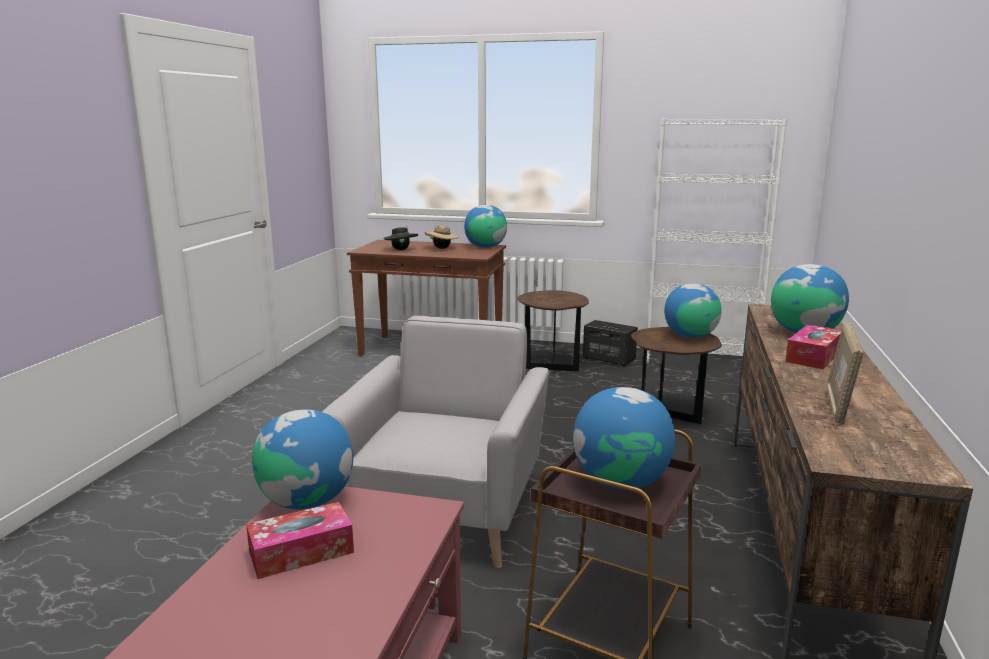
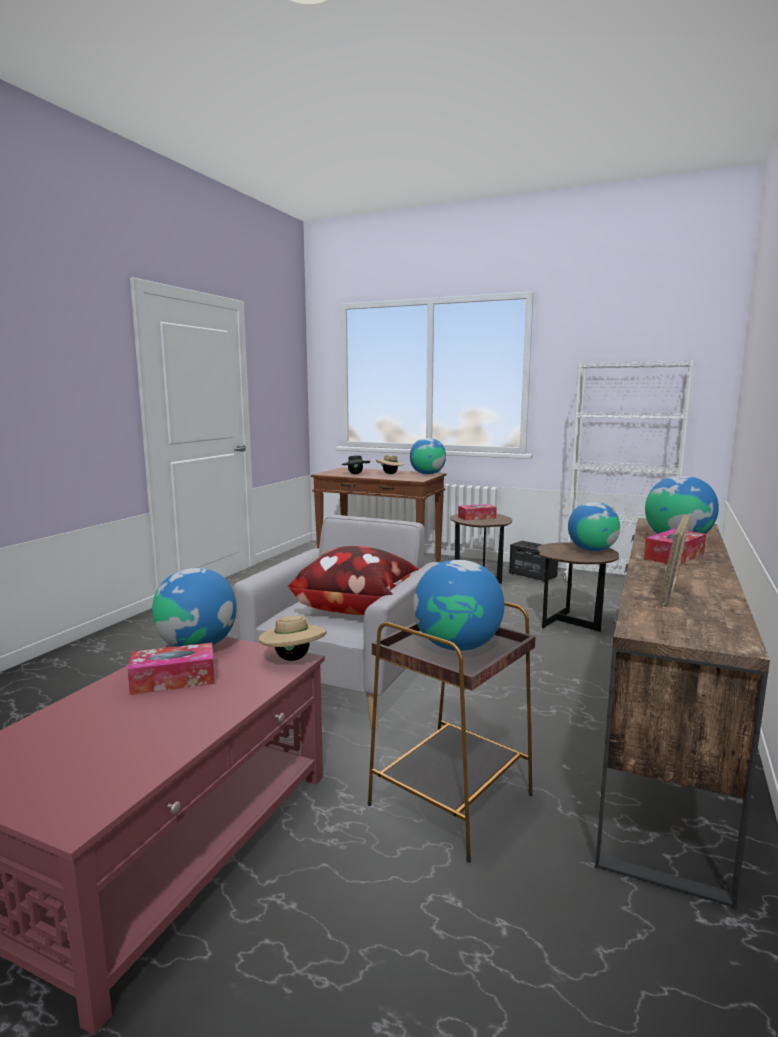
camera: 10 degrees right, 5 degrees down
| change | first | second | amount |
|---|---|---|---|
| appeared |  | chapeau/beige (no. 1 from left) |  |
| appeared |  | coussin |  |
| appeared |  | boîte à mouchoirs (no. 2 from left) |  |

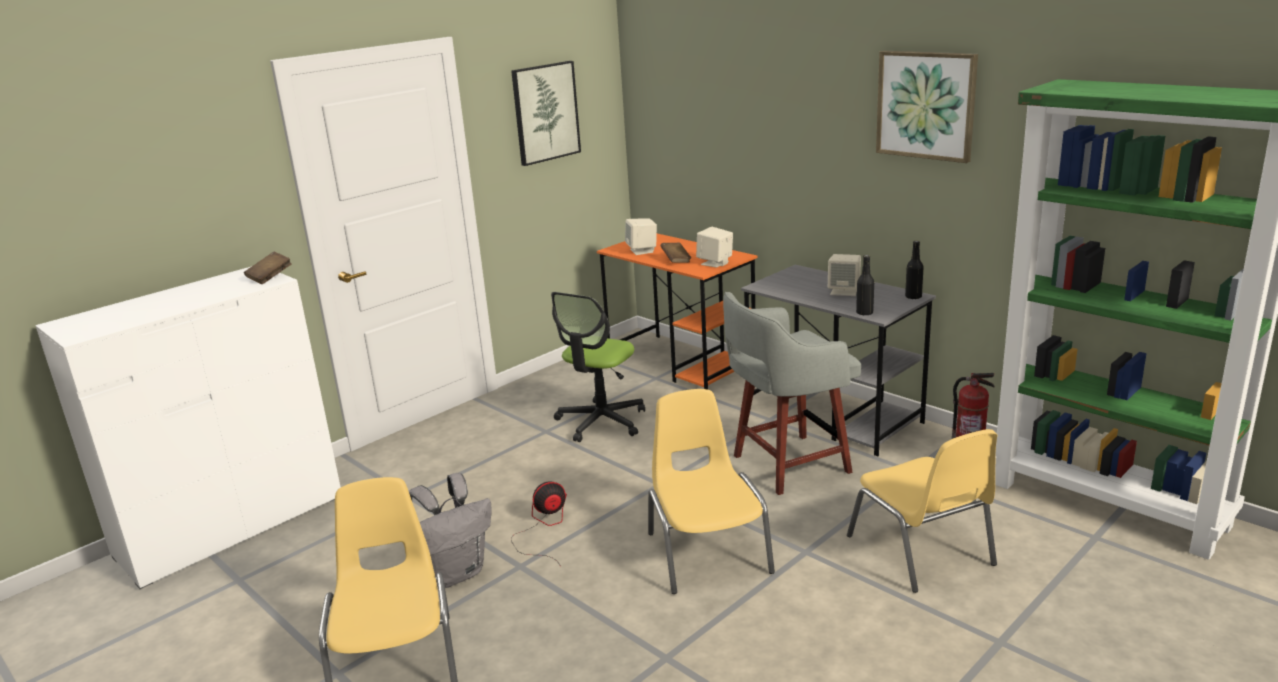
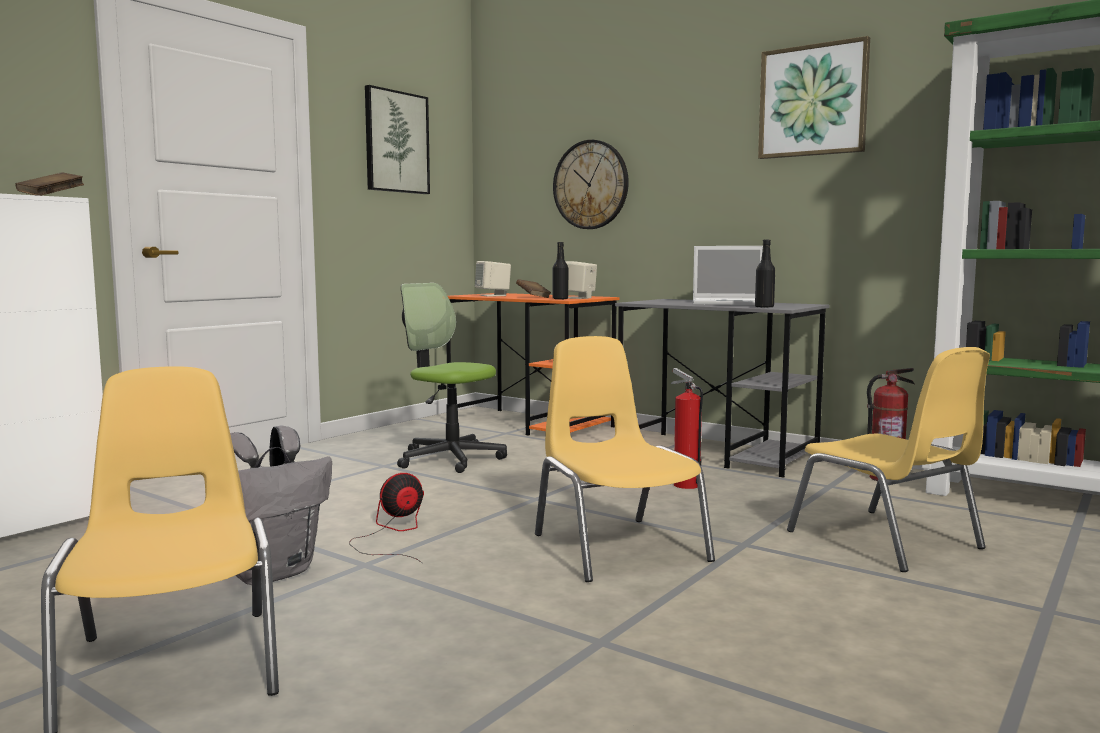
camera: 10 degrees left, 15 degrees down
| change | first | second | amount |
|---|---|---|---|
| appeared |  | horloge murale |  |
| relocated | bouteille/noir (no. 2 from left in the first image) | bouteille/noir (no. 1 from left) |  |
| exchanged | tabouret/gris | extincteur (no. 1 from left) |  |
| exchanged | enceinte/beige (no. 3 from left) | ordinateur portable |  |
| spun | chaise de bureau |  | 105 degrees clockwise |

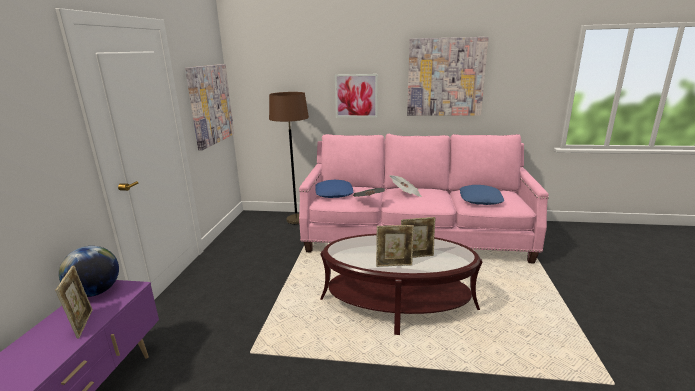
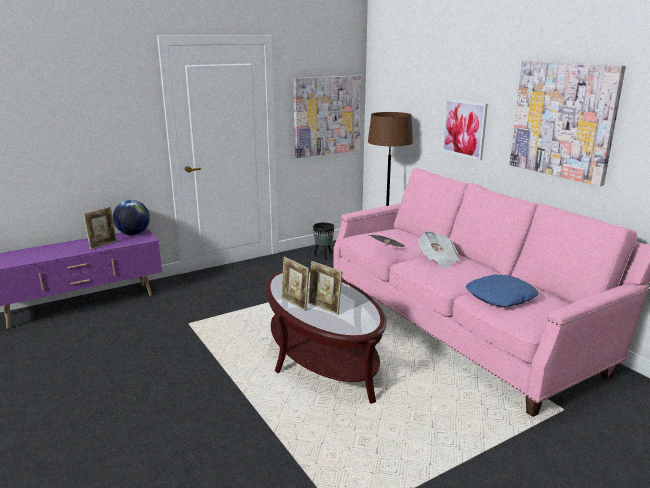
camera: 50 degrees right, 0 degrees up
| change | first | second | amount |
|---|---|---|---|
| missing | coussin/bleu (no. 1 from left) |  |  |
| appeared |  | cache-pot/noir |  |

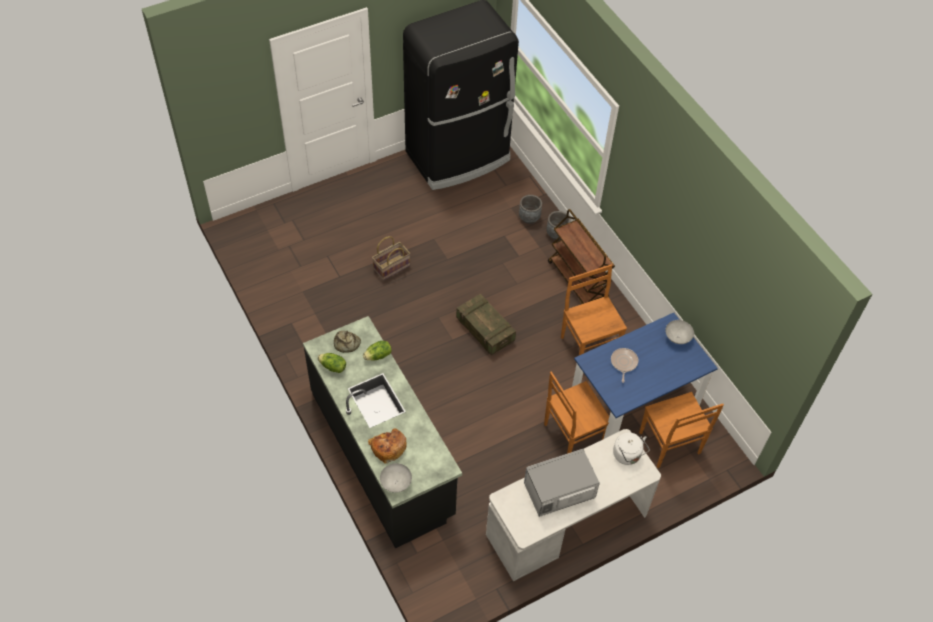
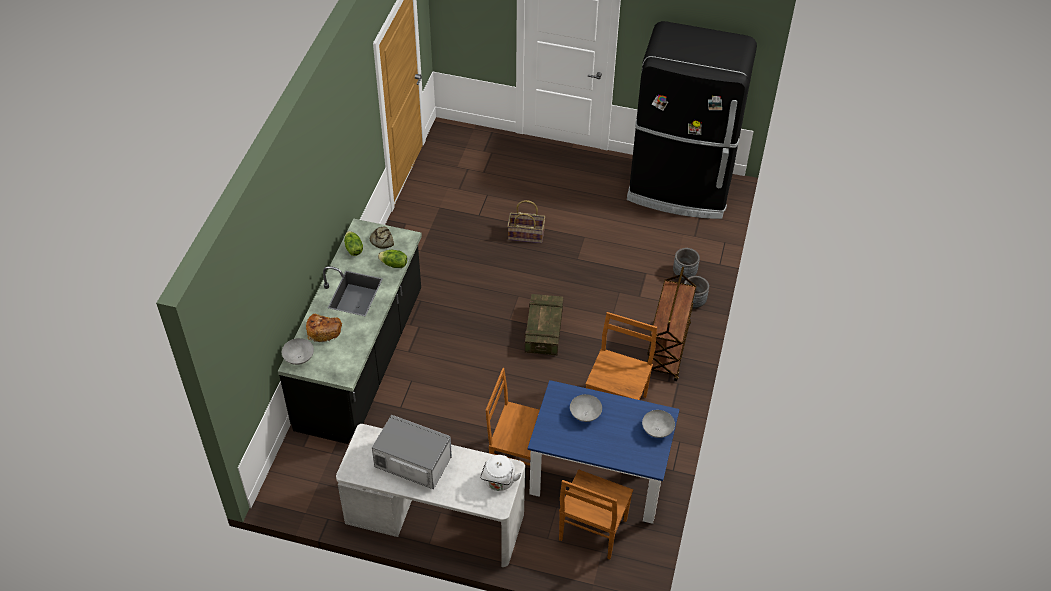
camera: 45 degrees right, 5 degrees down
| change | first | second | amount |
|---|---|---|---|
| exchanged | poêle | bol/gris (no. 2 from left) |  |

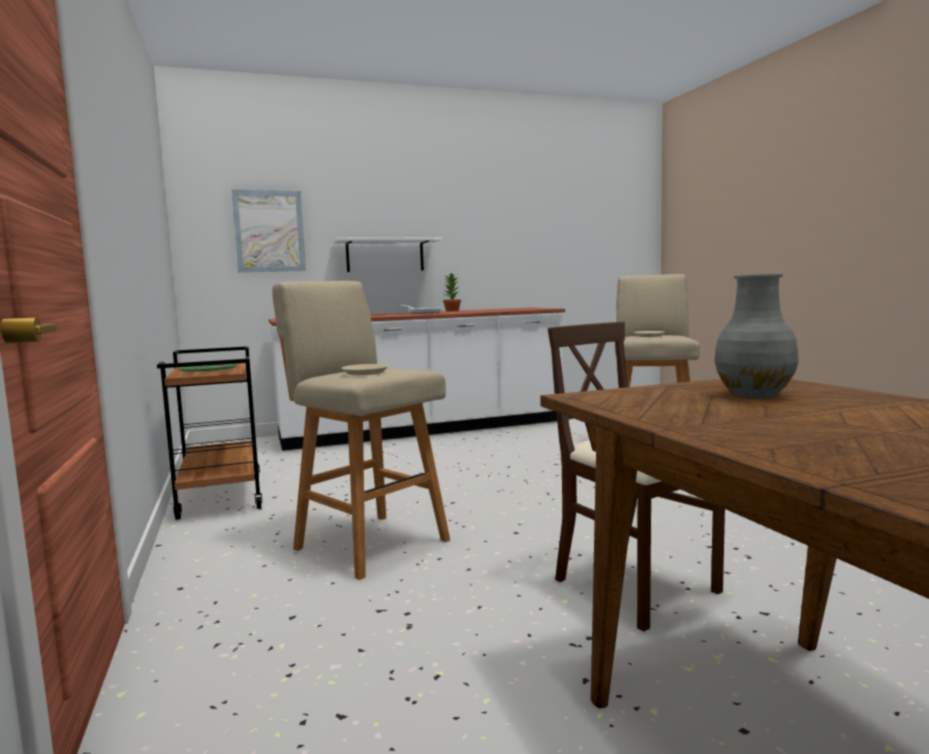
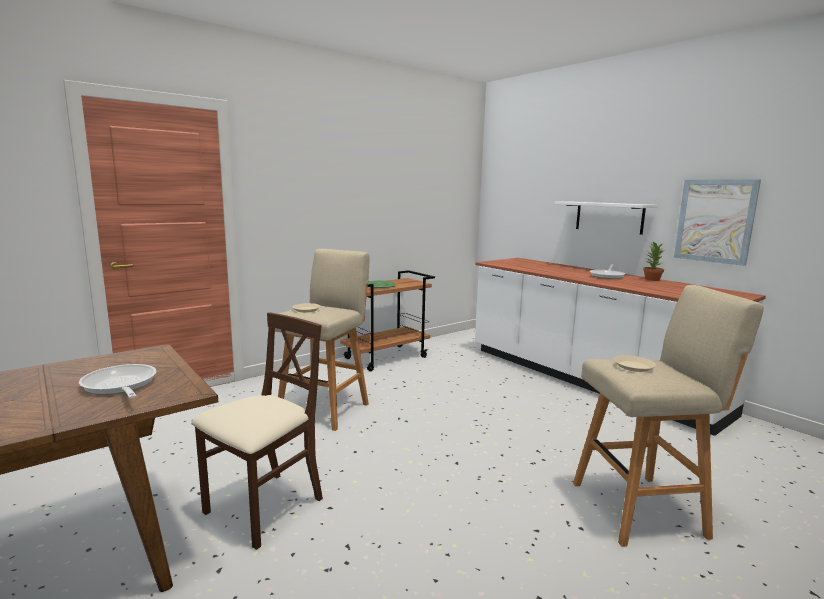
camera: 70 degrees right, 5 degrees up
| change | first | second | amount |
|---|---|---|---|
| relocated | tableau |  |  |
| exchanged | vase/gris | poêle (no. 1 from left) |  |

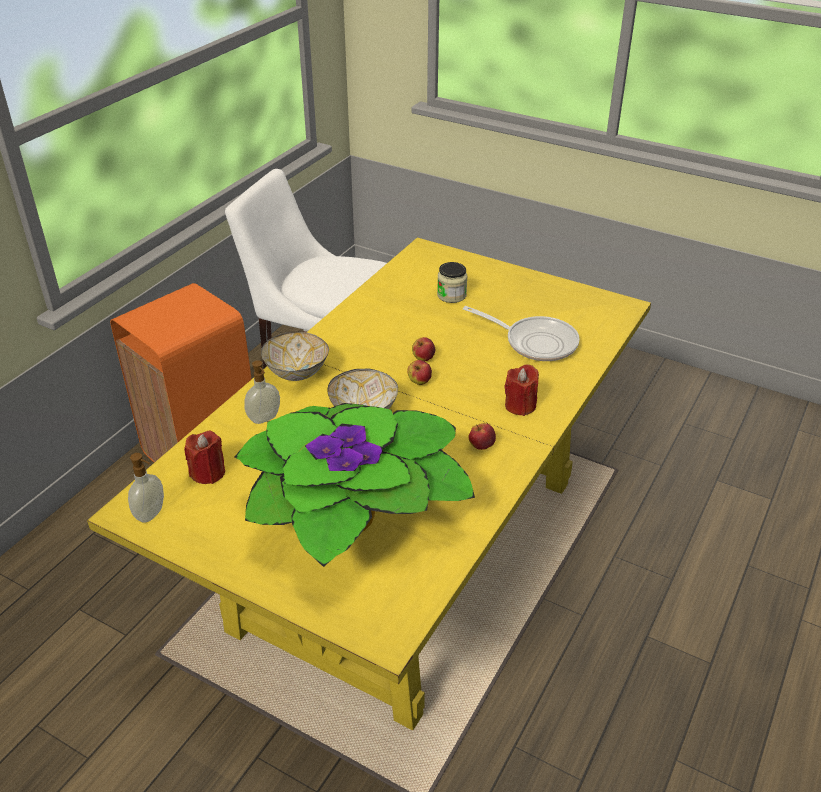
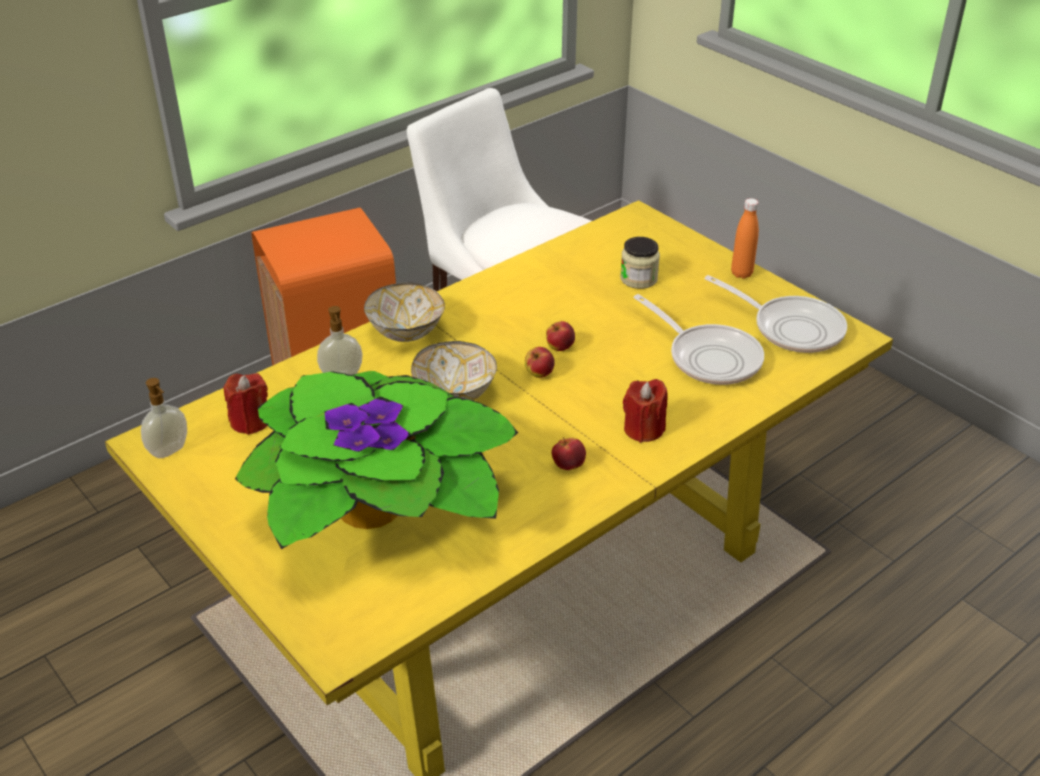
camera: 20 degrees right, 0 degrees up
| change | first | second | amount |
|---|---|---|---|
| appeared |  | poêle (no. 2 from left) |  |
| appeared |  | bouteille/orange |  |

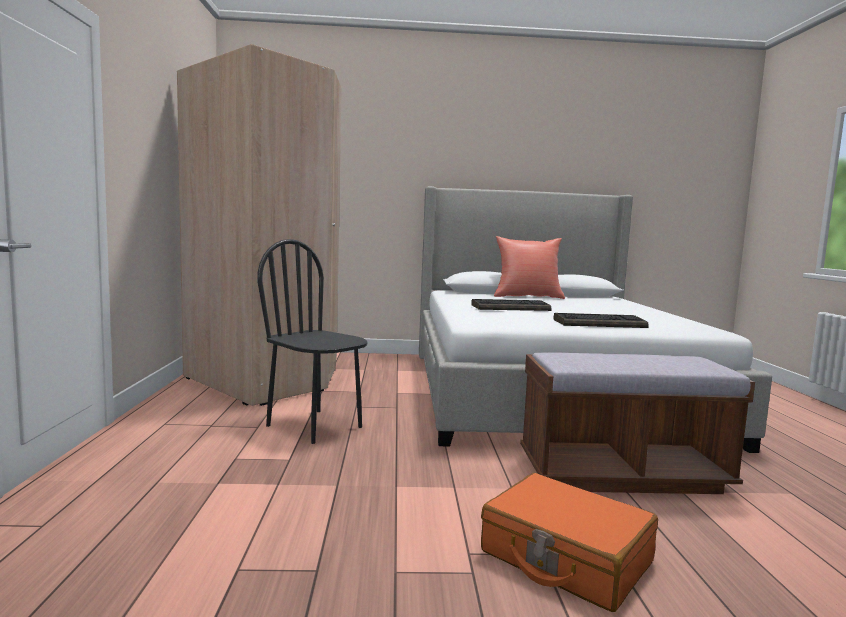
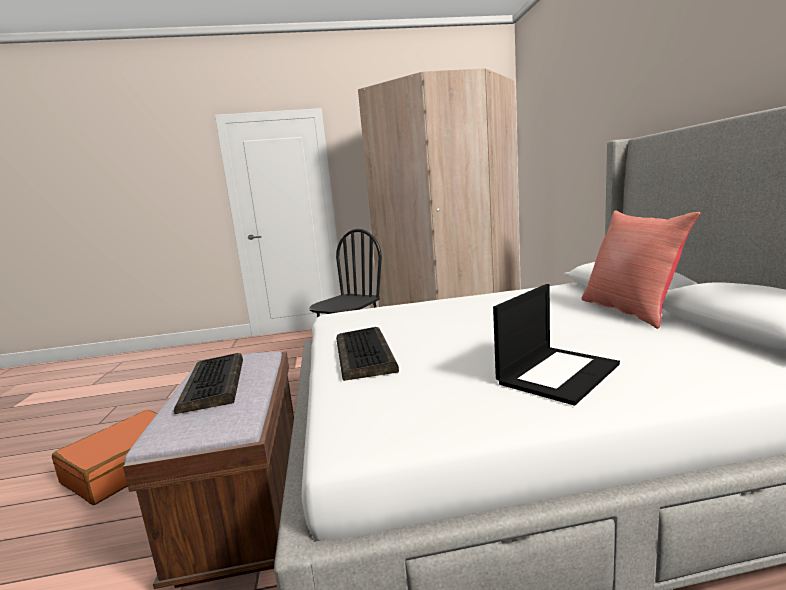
camera: 85 degrees right, 5 degrees up
| change | first | second | amount |
|---|---|---|---|
| appeared |  | ordinateur portable |  |
| relocated | clavier (no. 1 from left) |  |  |

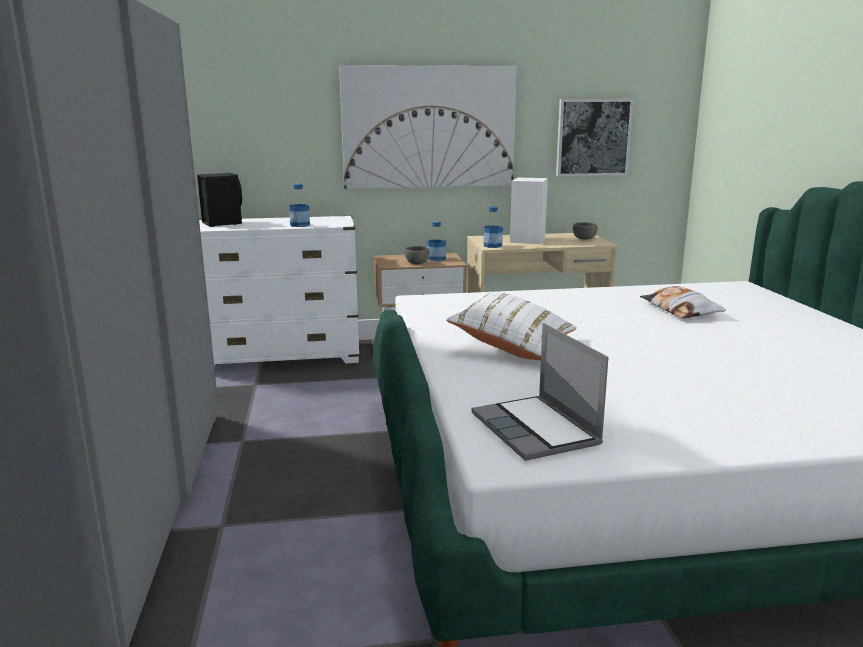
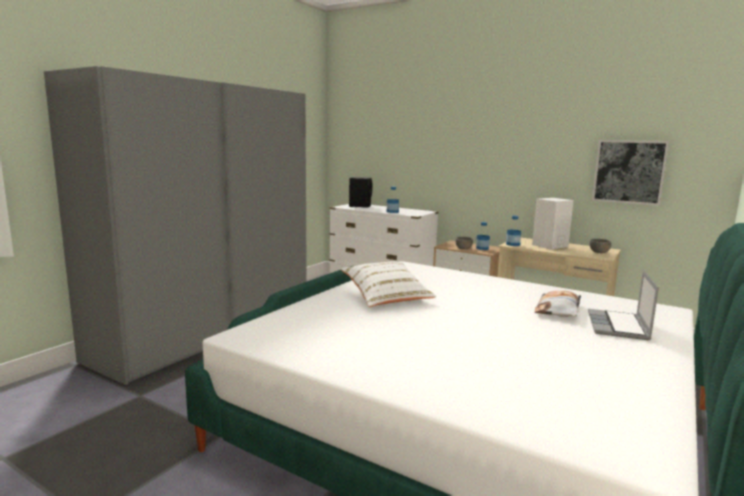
camera: 40 degrees right, 5 degrees down
| change | first | second | amount |
|---|---|---|---|
| missing | tableau (no. 1 from left) |  |  |
| relocated | ordinateur portable |  |  |

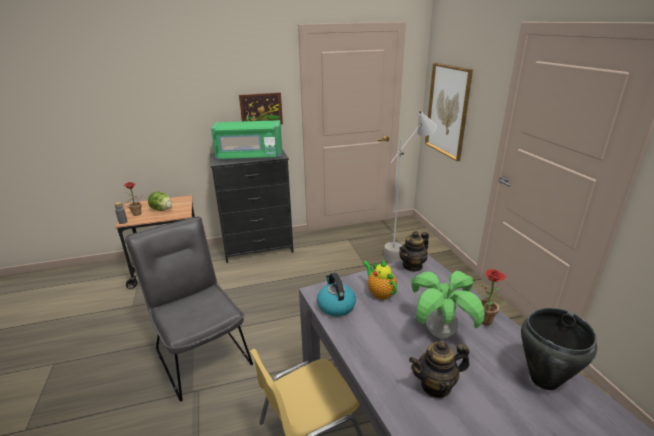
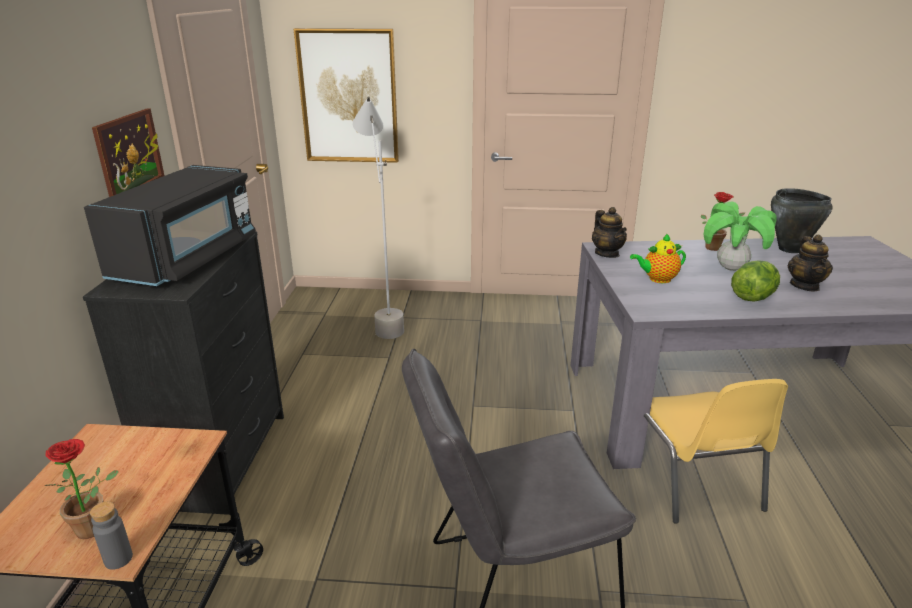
camera: 70 degrees left, 0 degrees up
| change | first | second | amount |
|---|---|---|---|
| missing | bouilloire |  |  |
| relocated | laitue |  |  |
| colour | micro-ondes/vert | micro-ondes/noir |  |

